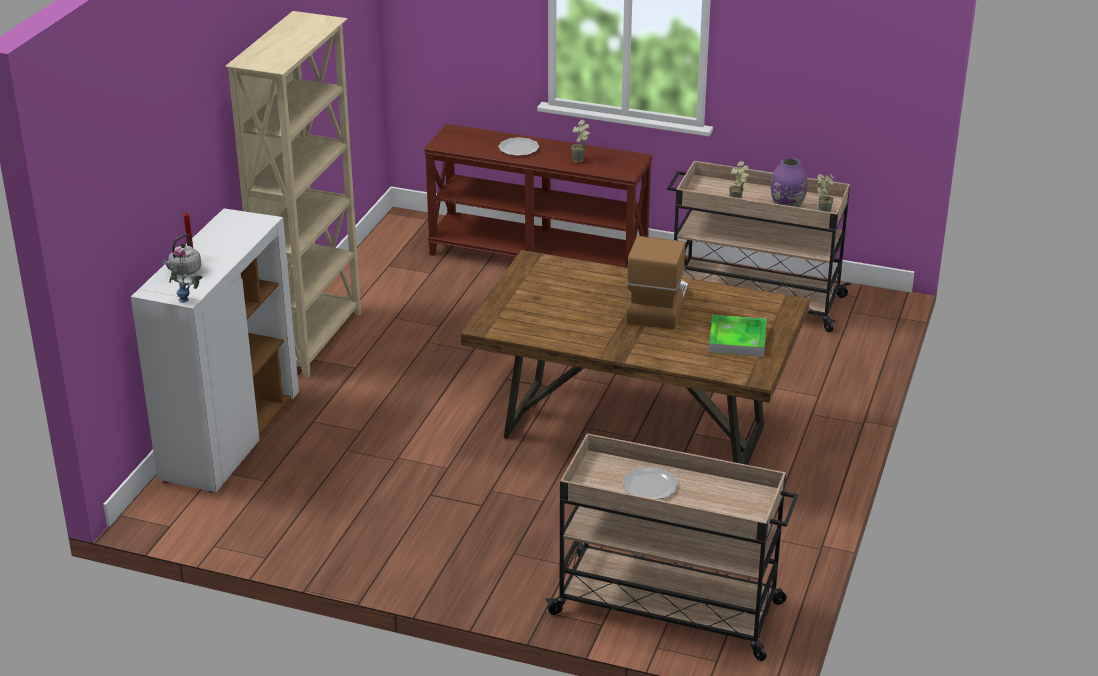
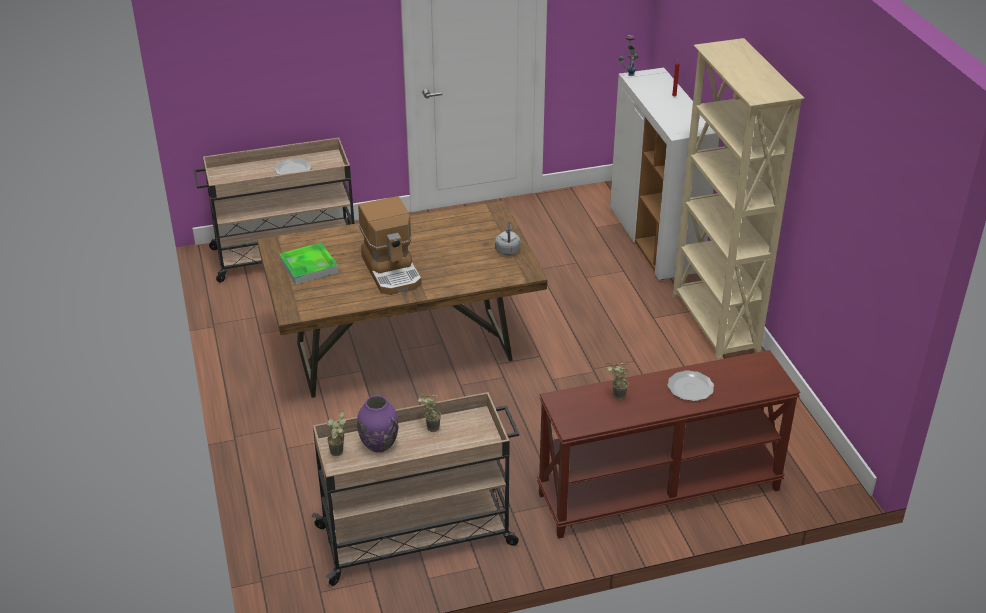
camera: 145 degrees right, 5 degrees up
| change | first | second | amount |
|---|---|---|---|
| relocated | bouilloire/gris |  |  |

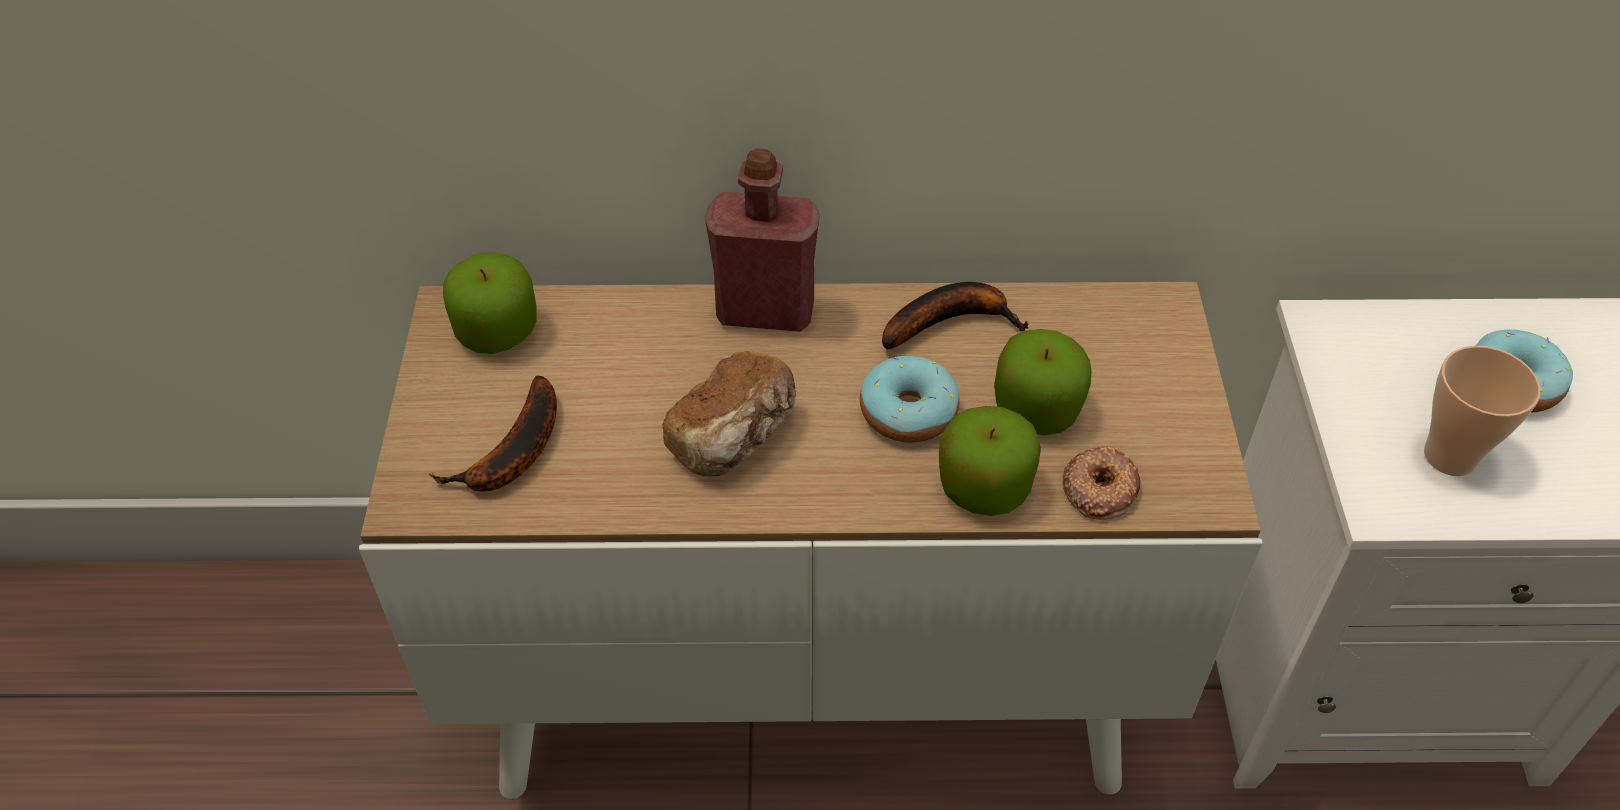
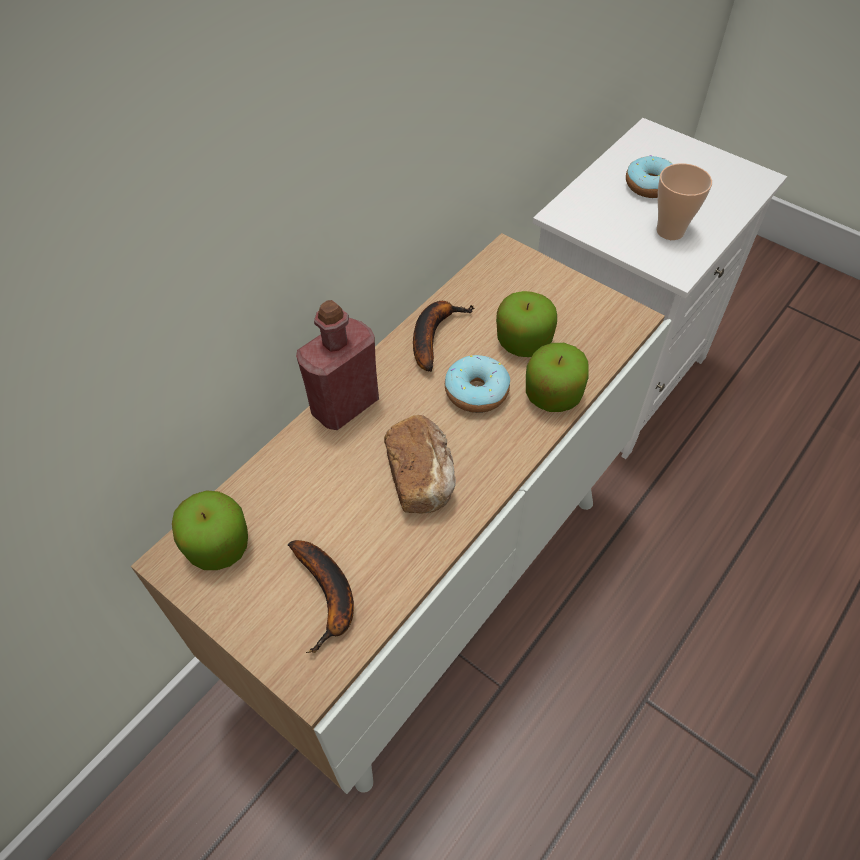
camera: 50 degrees left, 5 degrees up
| change | first | second | amount |
|---|---|---|---|
| missing | beignet (no. 2 from left) |  |  |

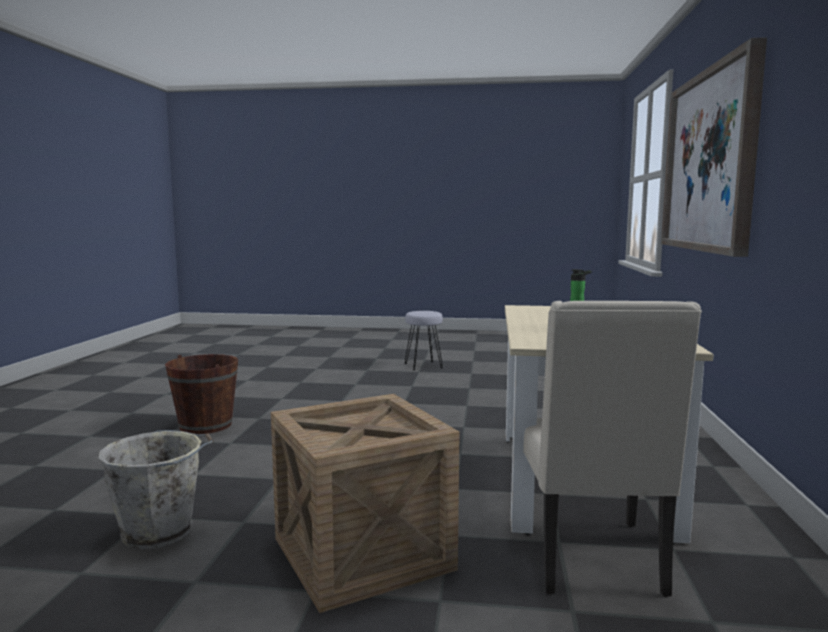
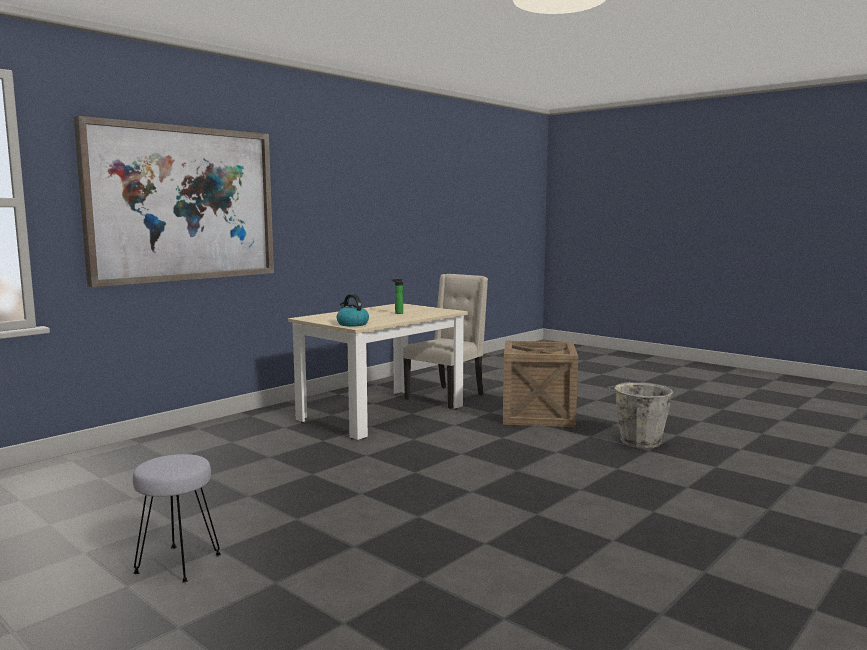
camera: 145 degrees left, 0 degrees up
| change | first | second | amount |
|---|---|---|---|
| missing | seau/marron |  |  |
| appeared |  | bouilloire |  |

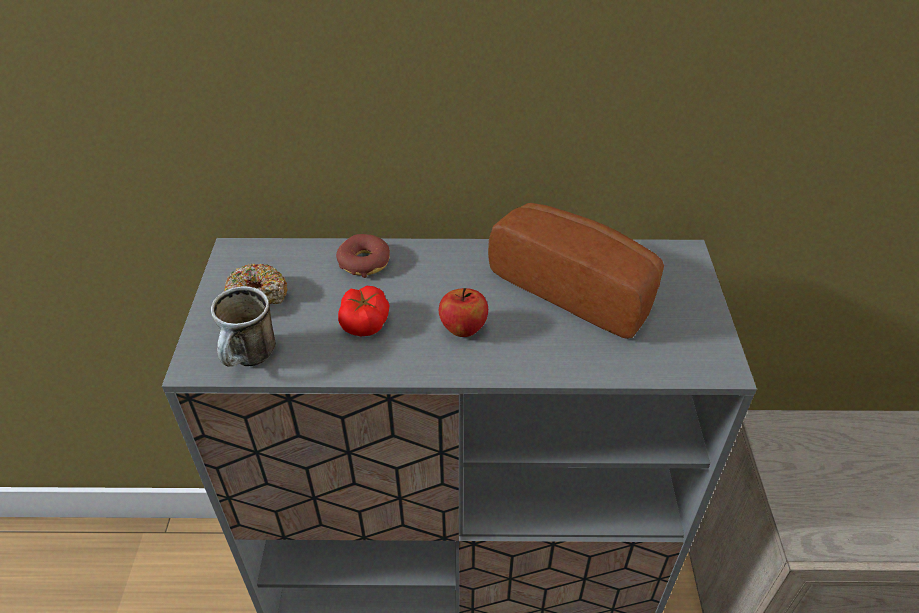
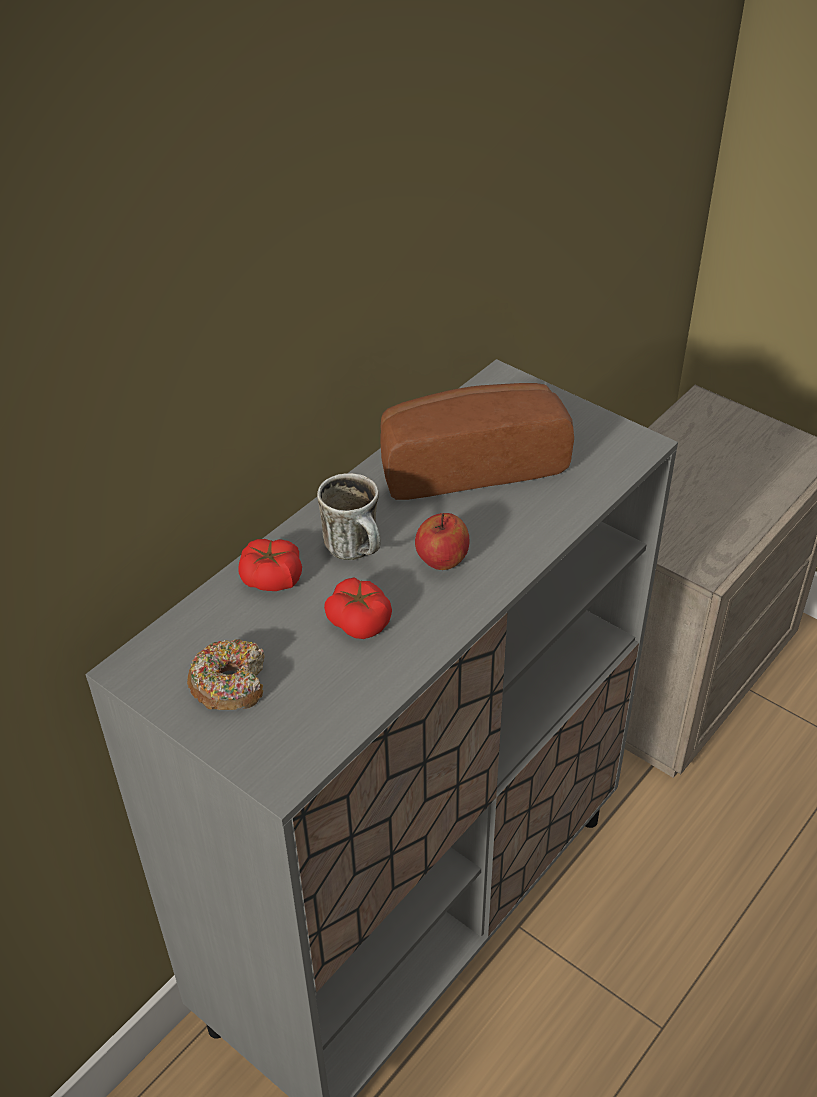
camera: 50 degrees left, 0 degrees up
| change | first | second | amount |
|---|---|---|---|
| relocated | mug |  |  |
| exchanged | beignet (no. 2 from left) | tomate (no. 1 from left) |  |

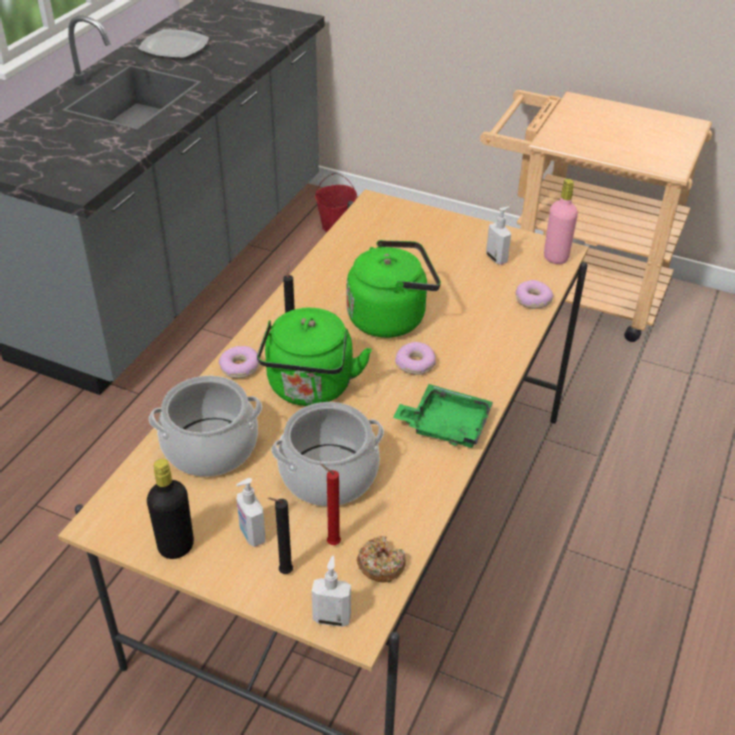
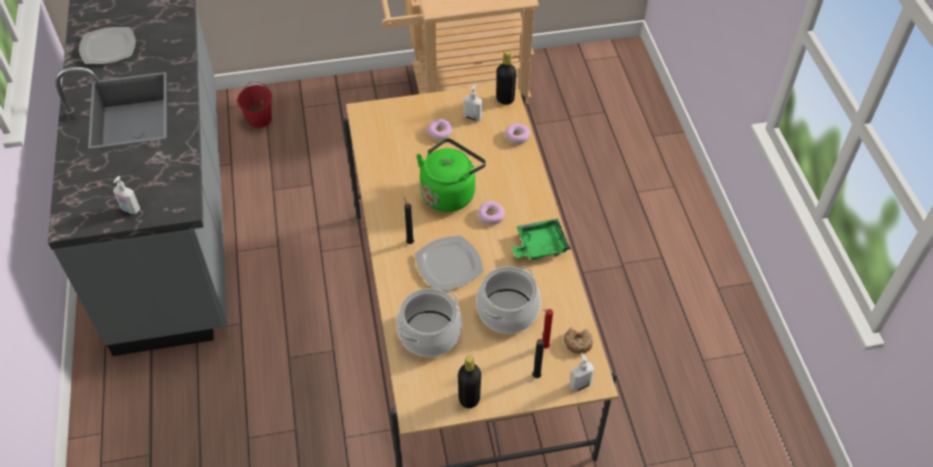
camera: 35 degrees left, 10 degrees up
| change | first | second | amount |
|---|---|---|---|
| relocated | beignet (no. 1 from left) |  |  |
| relocated | distributeur de savon (no. 1 from left) |  |  |
| exchanged | bouilloire/vert (no. 1 from left) | assiette (no. 2 from left) |  |
| colour | bouteille/rose | bouteille/noir (no. 2 from left) |  |

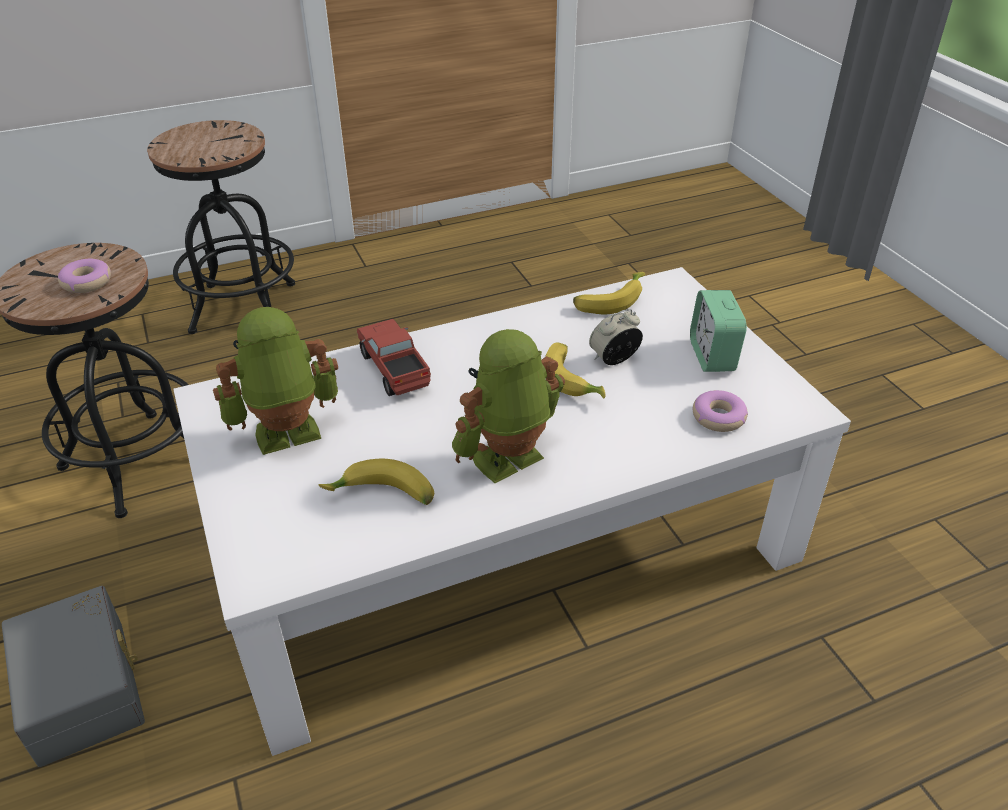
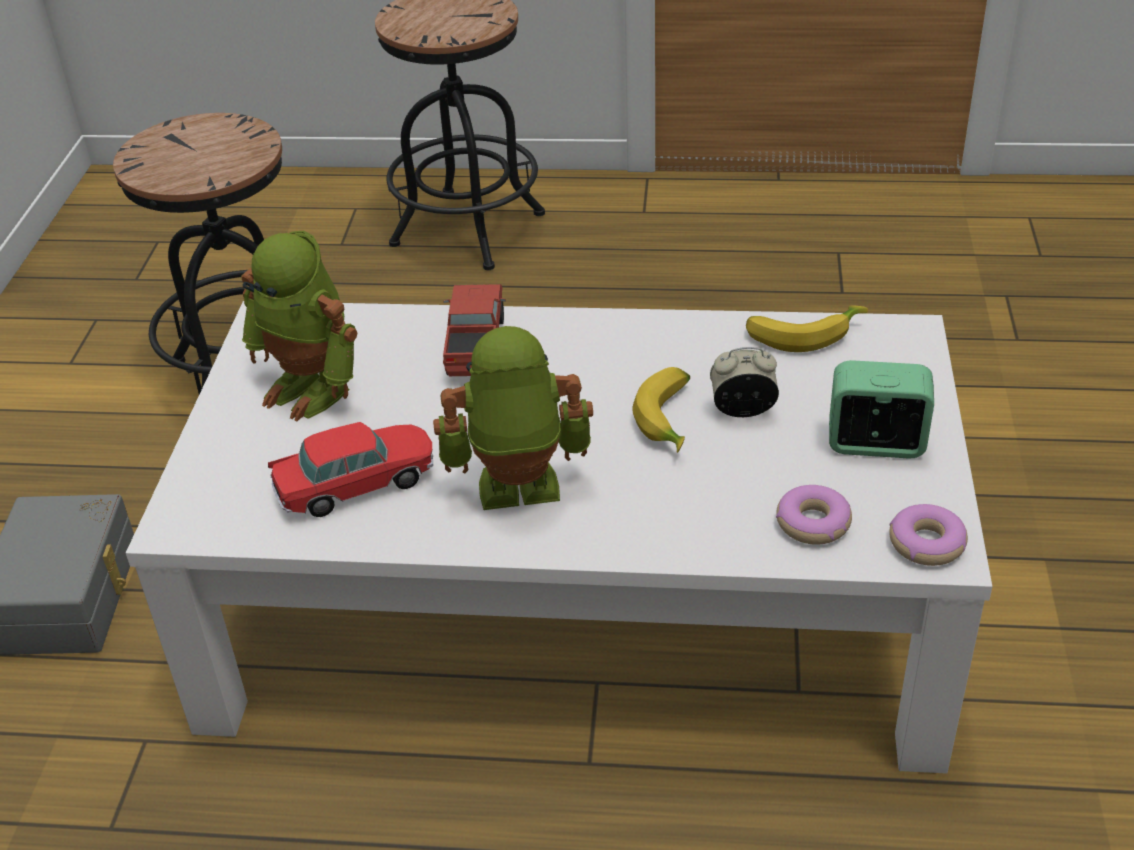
camera: 30 degrees right, 0 degrees up
| change | first | second | amount |
|---|---|---|---|
| relocated | beignet (no. 1 from left in the first image) | beignet (no. 2 from left) |  |
| exchanged | banane (no. 1 from left) | petite voiture |  |
| spun | robot jouet (no. 1 from left) |  | 150 degrees counterclockwise |
| spun | réveil (no. 2 from left) |  | 75 degrees clockwise |

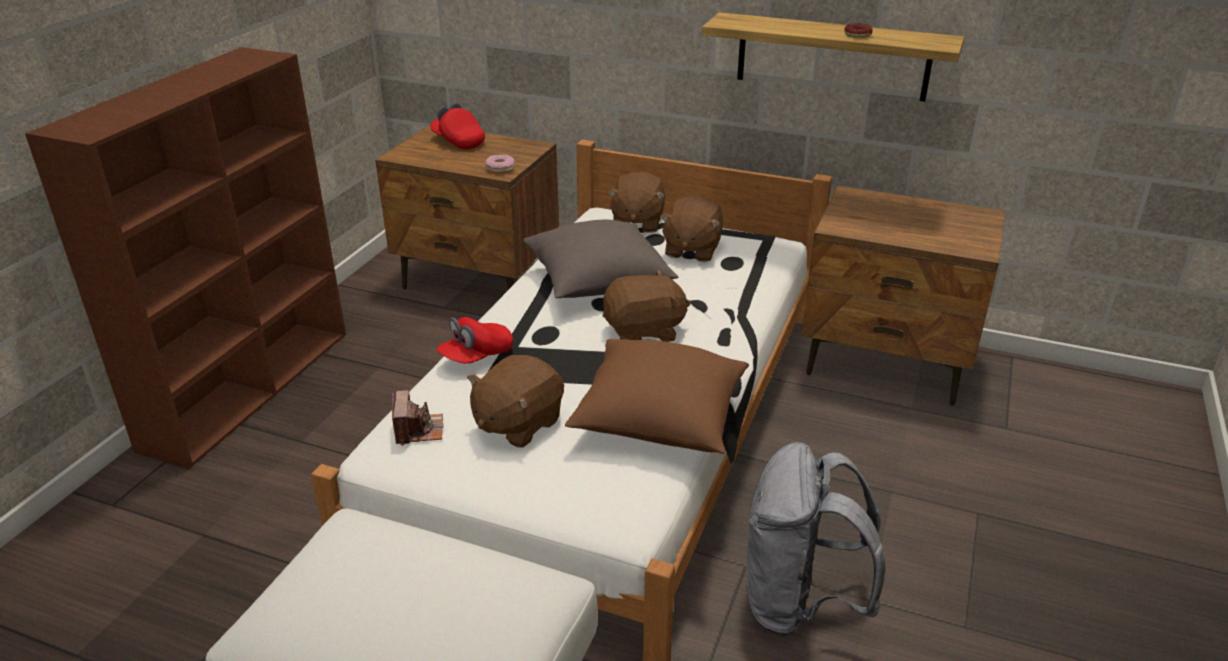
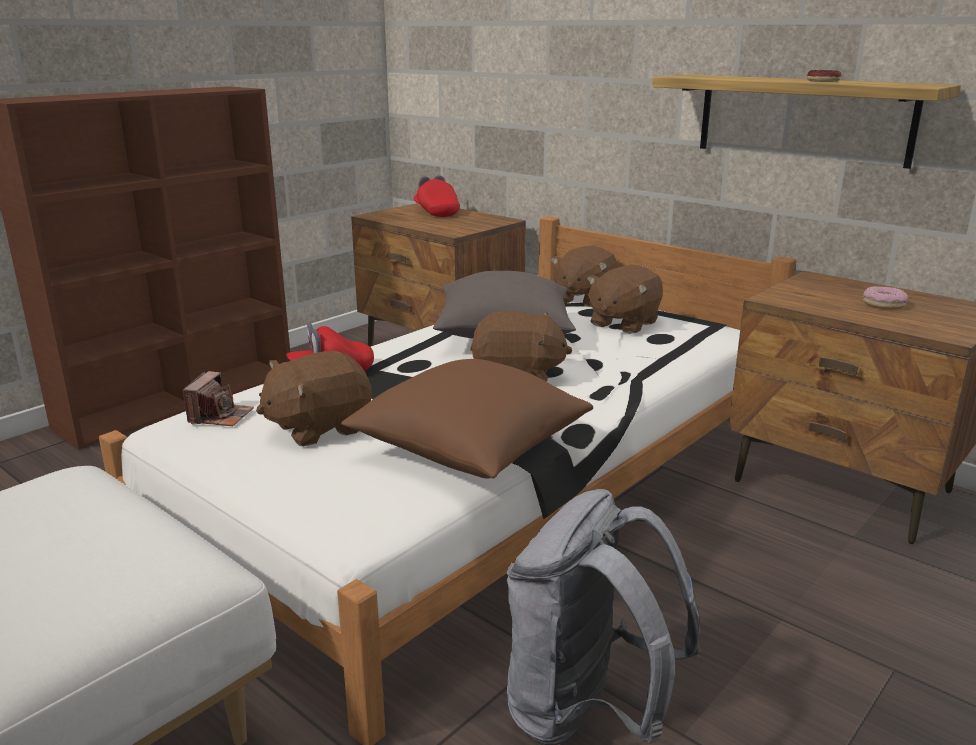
camera: 20 degrees right, 10 degrees down
| change | first | second | amount |
|---|---|---|---|
| relocated | beignet (no. 1 from left in the first image) | beignet (no. 2 from left) |  |

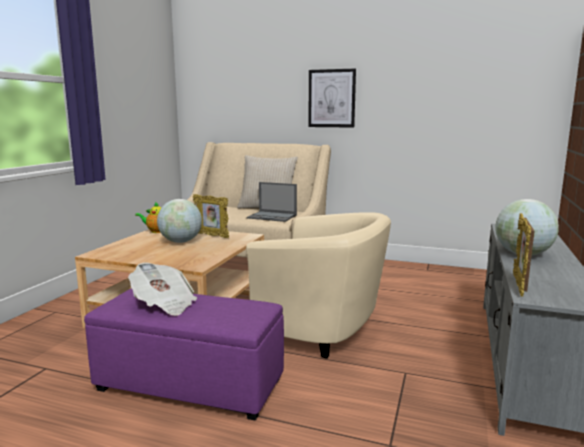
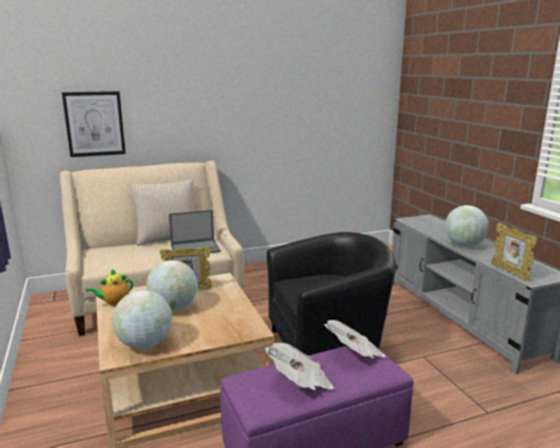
camera: 40 degrees left, 5 degrees up
| change | first | second | amount |
|---|---|---|---|
| appeared |  | globe (no. 1 from left) |  |
| appeared |  | journal (no. 2 from left) |  |
| relocated | tableau |  |  |
| colour | fauteuil/beige | fauteuil/noir |  |

